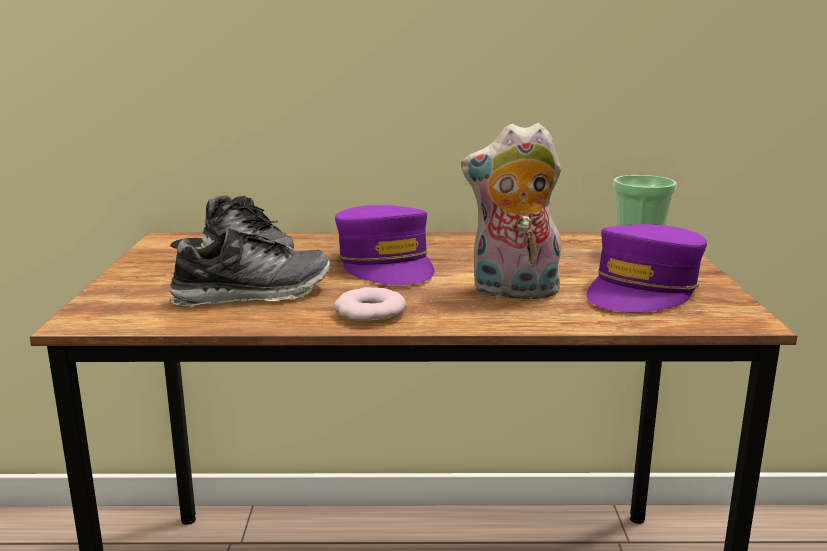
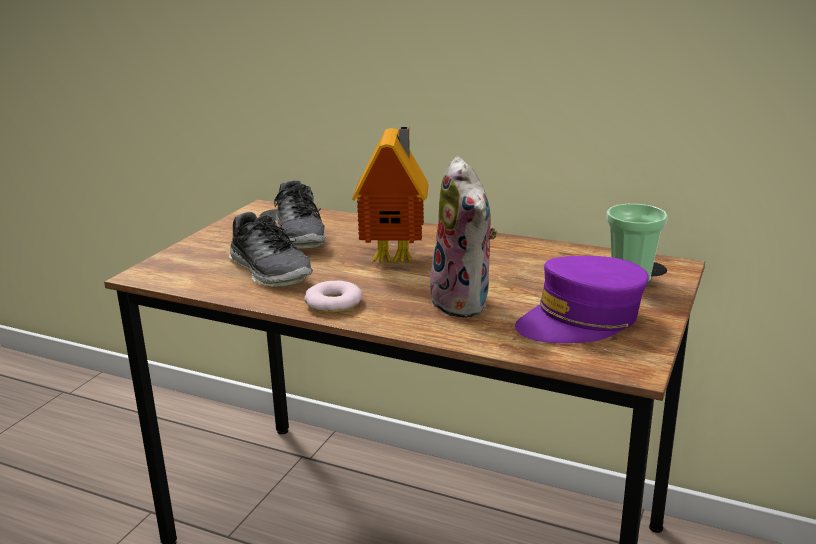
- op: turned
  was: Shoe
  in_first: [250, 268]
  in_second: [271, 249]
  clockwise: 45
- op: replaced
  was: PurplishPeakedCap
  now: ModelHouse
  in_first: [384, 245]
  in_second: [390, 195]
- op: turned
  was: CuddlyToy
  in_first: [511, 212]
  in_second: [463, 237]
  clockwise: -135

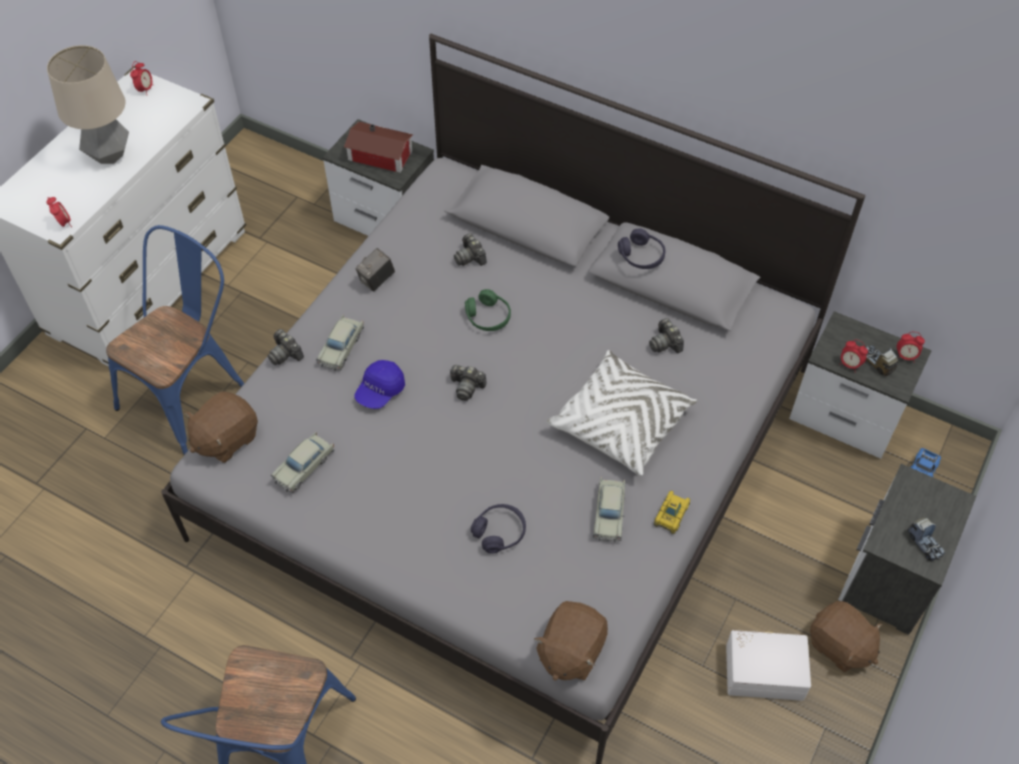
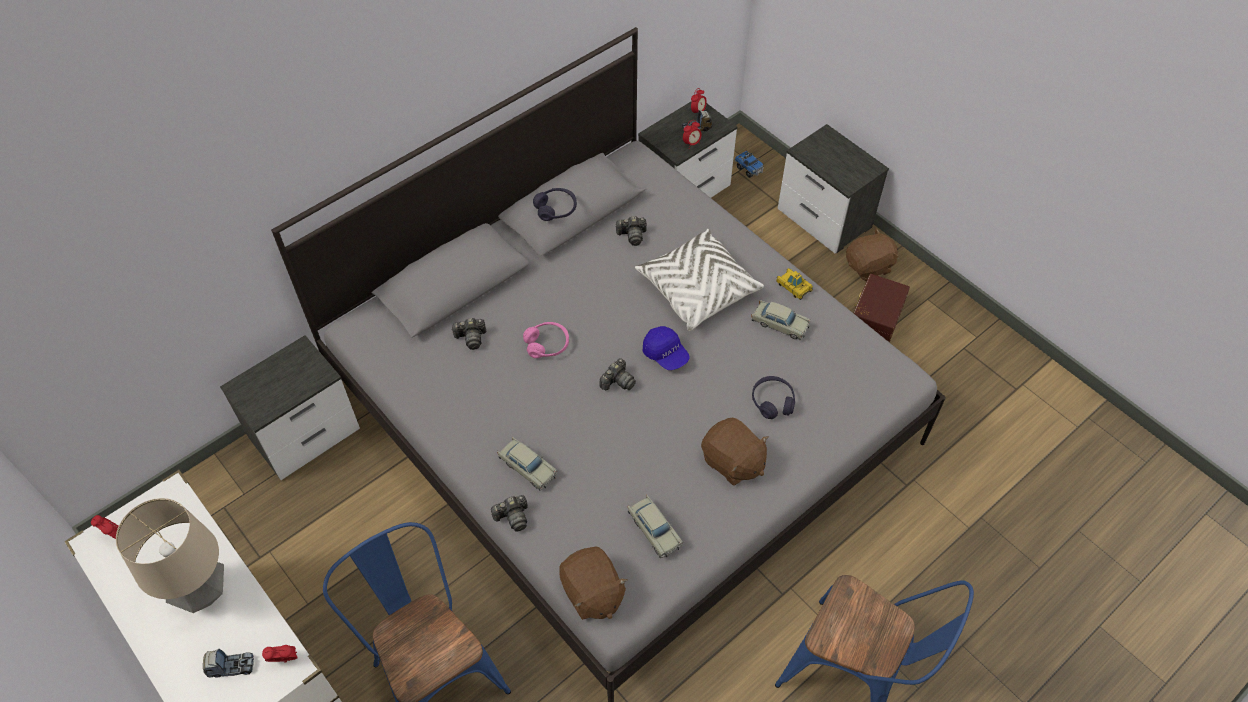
- op: removed
  was: ModelHouse
  in_first: [378, 147]
- op: moved
  was: BluishPeakedCap
  in_first: [379, 384]
  in_second: [666, 348]
- op: removed
  was: PhotoCamera
  in_first: [375, 270]
- op: recoloured
  was: GreenishHeadset
  now: PinkishHeadset
  in_first: [488, 310]
  in_second: [546, 340]
- op: moved
  was: BrownCuddlyToy
  in_first: [571, 641]
  in_second: [735, 452]
- op: recoloured
  was: WhiteStorageBox
  now: BrownStorageBox
  in_first: [768, 665]
  in_second: [882, 308]
- op: moved
  was: ToyTruck
  in_first: [926, 539]
  in_second: [228, 663]

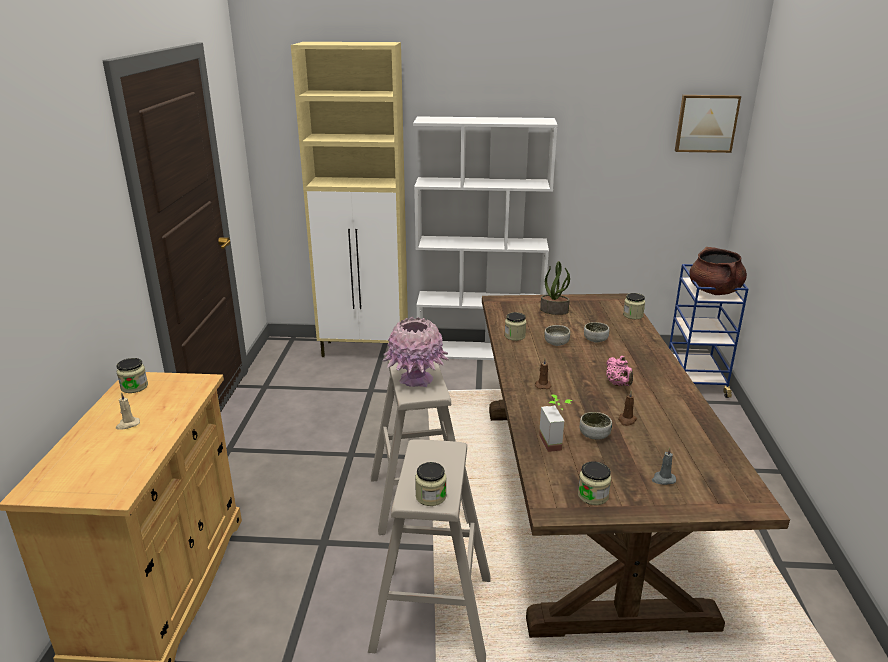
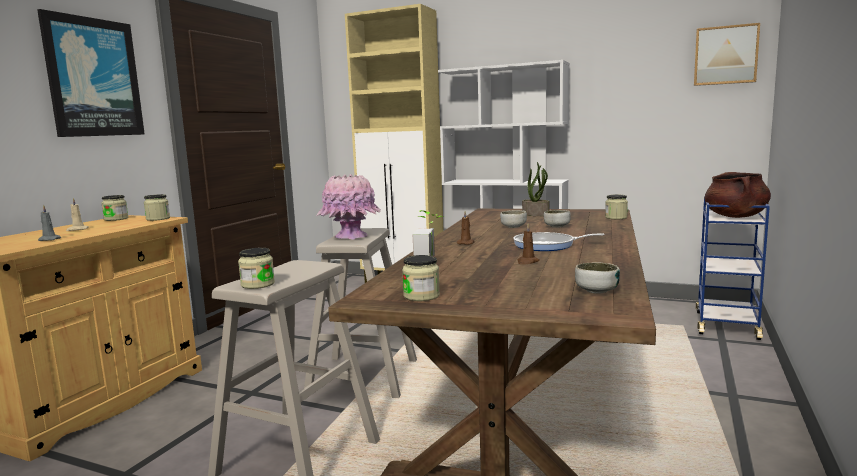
- op: moved
  was: StorageJar
  in_first: [515, 326]
  in_second: [157, 207]
- op: moved
  was: DeepDish
  in_first: [596, 426]
  in_second: [597, 278]
- op: replaced
  was: PinkishPotForTea
  now: FryingPan
  in_first: [619, 371]
  in_second: [559, 241]
- op: moved
  was: GrayCandle
  in_first: [664, 466]
  in_second: [49, 223]
- op: added
  now: Picture
  in_second: [91, 73]

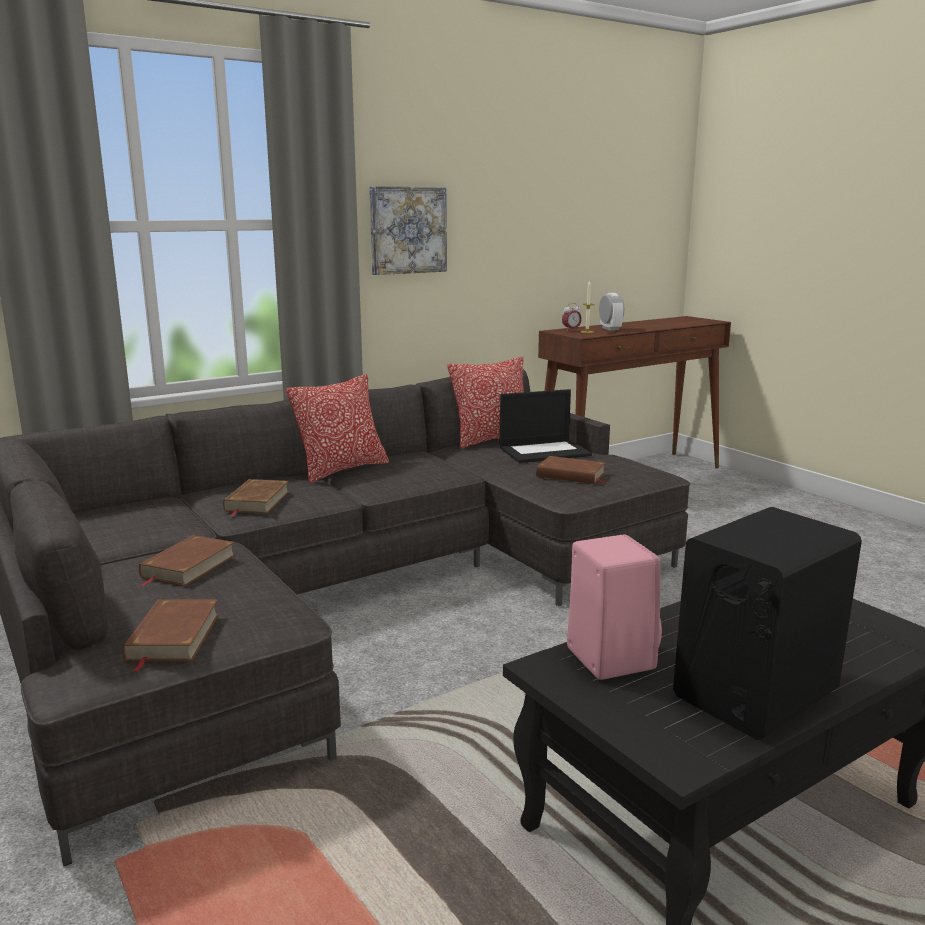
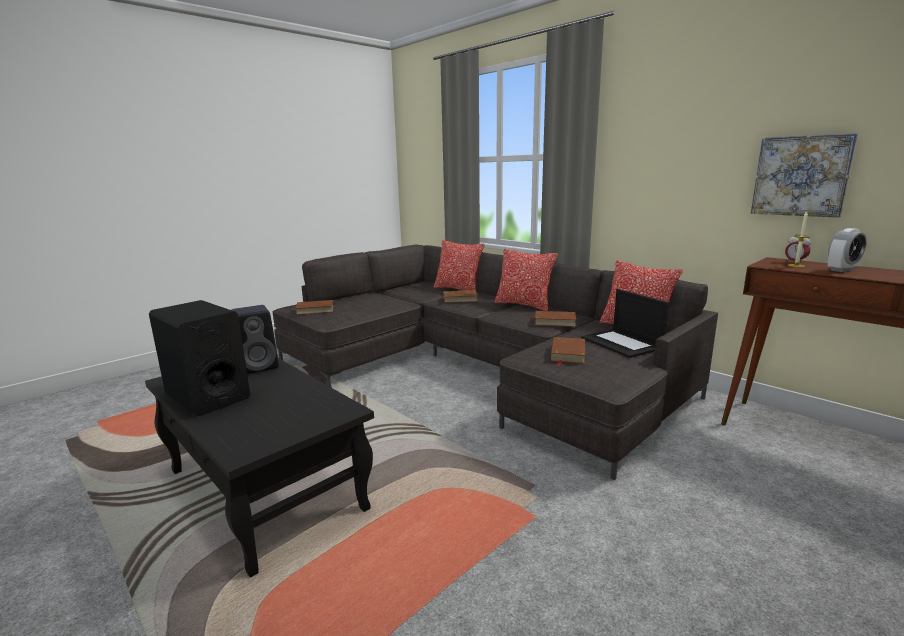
- op: moved
  was: BrownBook
  in_first: [187, 560]
  in_second: [552, 319]
- op: moved
  was: Picture
  in_first: [408, 230]
  in_second: [804, 175]
- op: recoloured
  was: PinkishSpeaker
  now: BlackSpeaker
  in_first: [614, 607]
  in_second: [255, 339]
- op: added
  now: Cushion
  in_second: [459, 265]

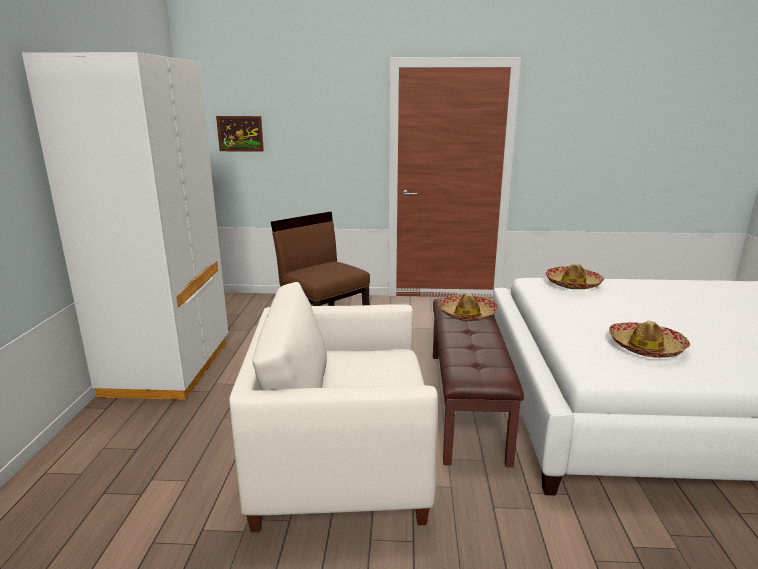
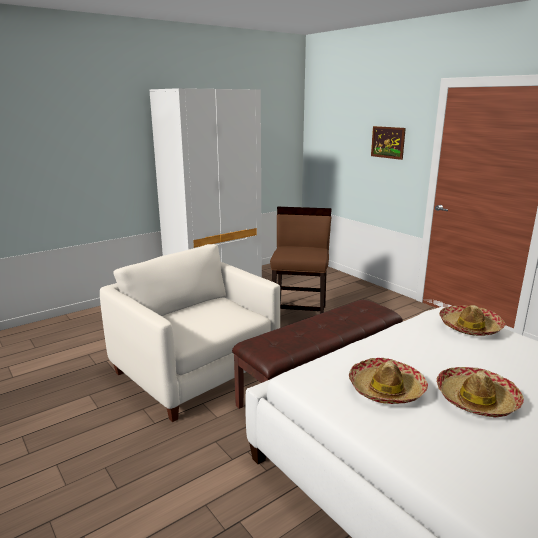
- op: moved
  was: Picture
  in_first: [240, 134]
  in_second: [388, 143]
- op: moved
  was: WearableHat
  in_first: [468, 307]
  in_second: [480, 392]

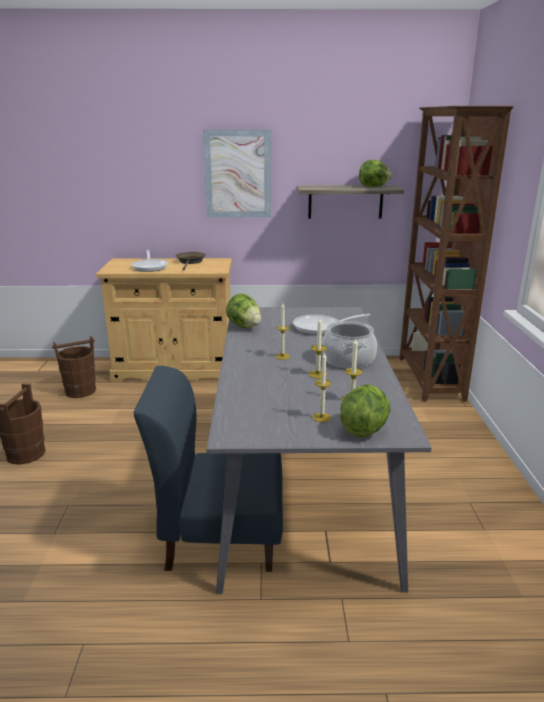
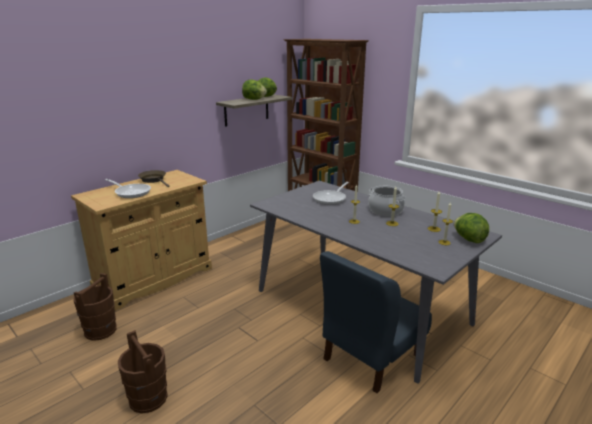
- op: removed
  was: Picture
  in_first: [237, 173]
- op: moved
  was: Lettuce
  in_first: [243, 311]
  in_second: [254, 90]

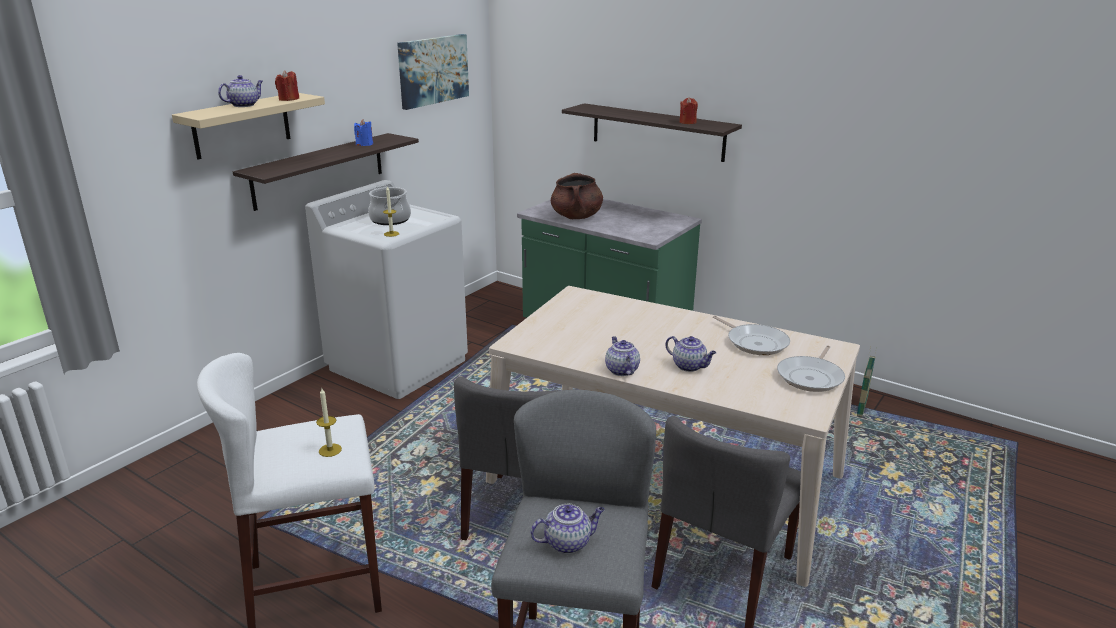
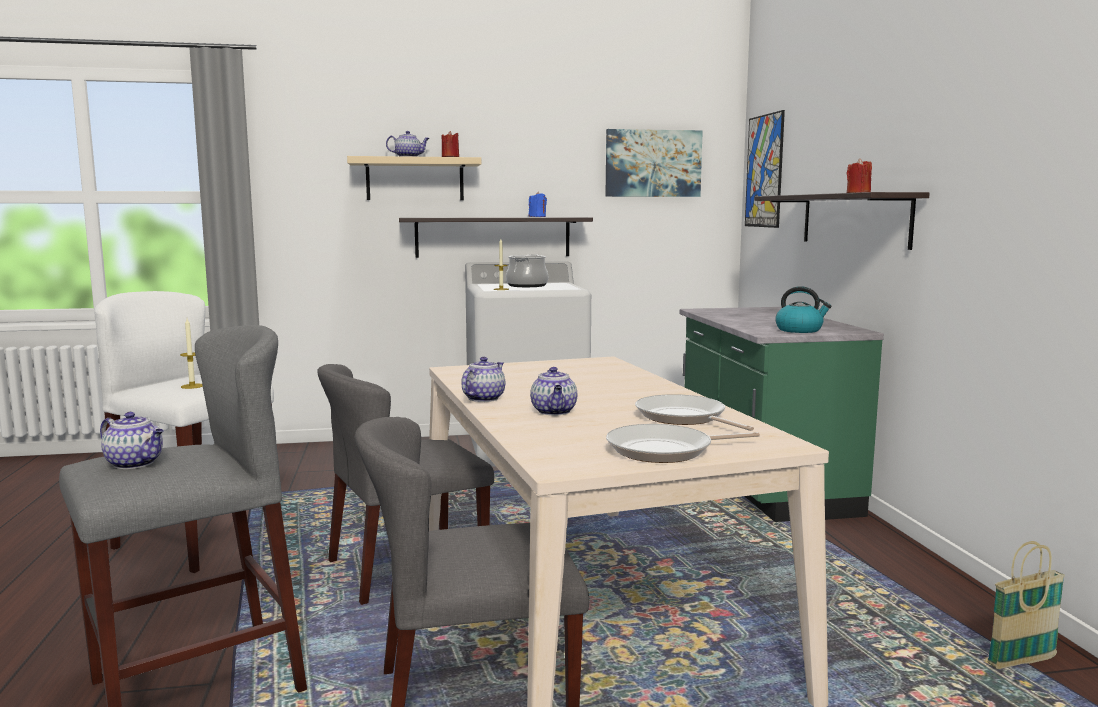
- op: removed
  was: BrownSaucepot
  in_first: [577, 196]
- op: turned
  was: FryingPan
  in_first: [751, 335]
  in_second: [694, 412]
  clockwise: 135
- op: added
  now: Picture
  in_second: [765, 169]
- op: added
  now: TeaKettle
  in_second: [803, 309]

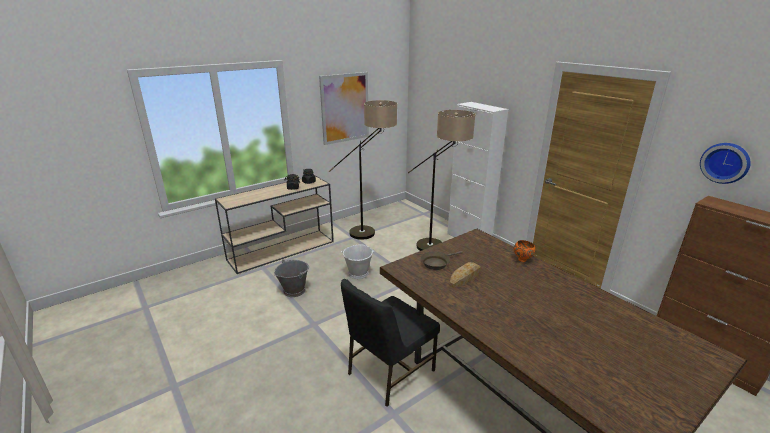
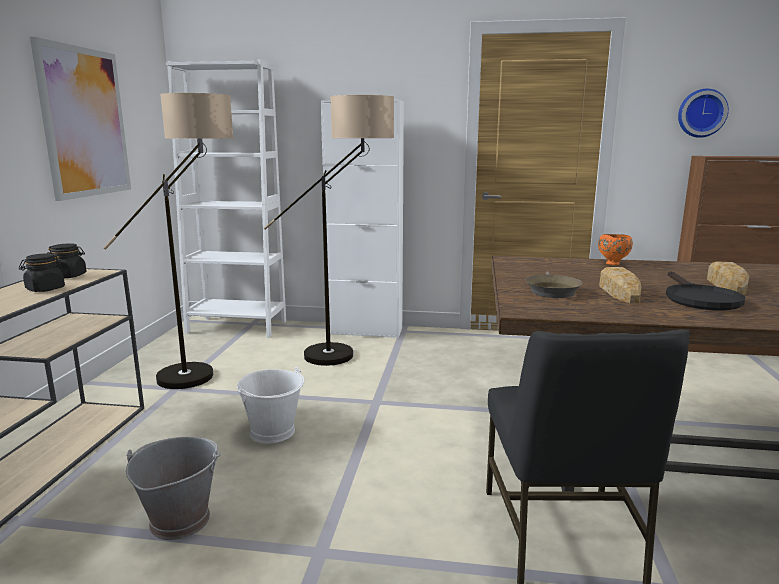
- op: added
  now: WhiteShelvingUnit
  in_second: [226, 198]
- op: added
  now: BlackFryingPan
  in_second: [705, 291]
- op: added
  now: BakedBread
  in_second: [728, 278]

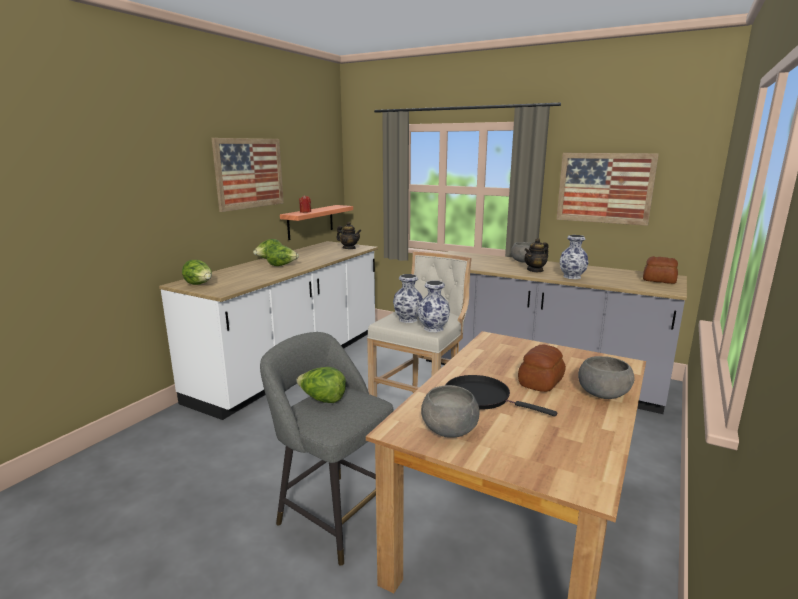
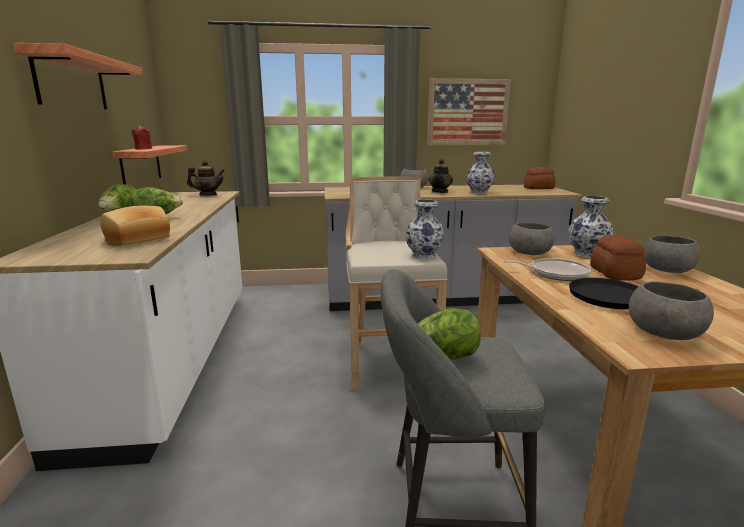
- op: removed
  was: Lettuce
  in_first: [197, 272]
- op: replaced
  was: Picture
  now: BracketShelf
  in_first: [248, 175]
  in_second: [78, 76]
- op: moved
  was: Vase
  in_first: [408, 298]
  in_second: [590, 227]
- op: added
  now: BakedBread
  in_second: [135, 226]
- op: added
  now: FryingPan
  in_second: [547, 269]
- op: added
  now: GrayDeepDish
  in_second: [532, 239]

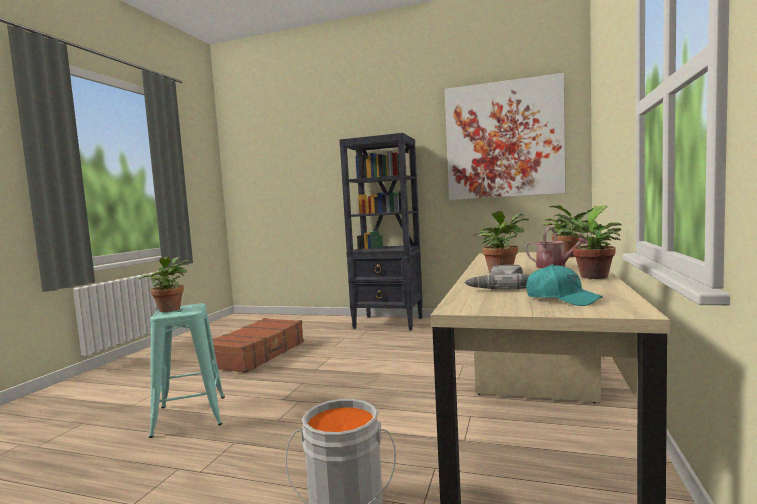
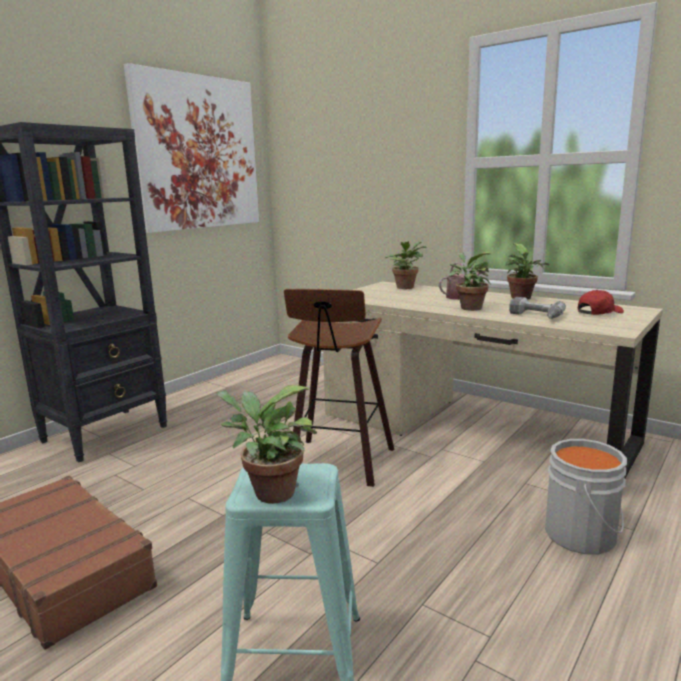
- op: recoloured
  was: TurquoisePeakedCap
  now: RedColouredPeakedCap
  in_first: [564, 285]
  in_second: [601, 302]
- op: added
  now: StoolSeat
  in_second: [339, 388]

